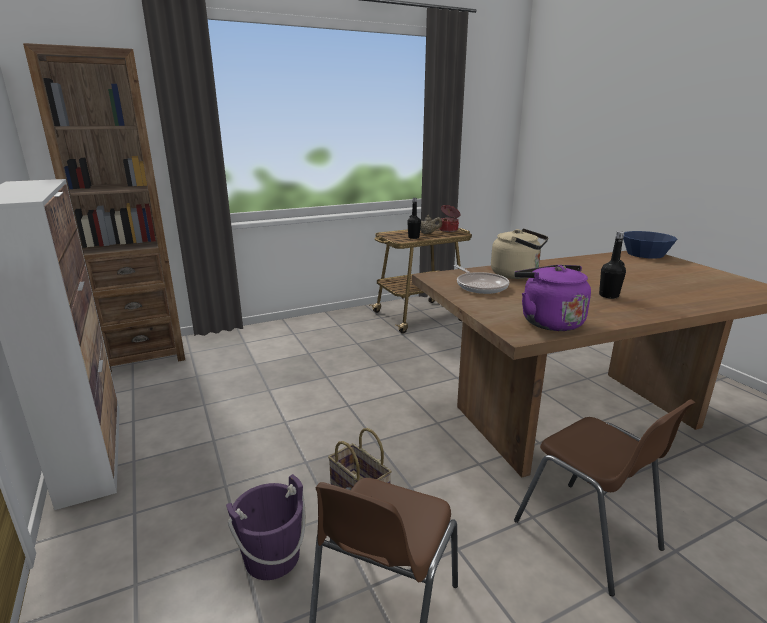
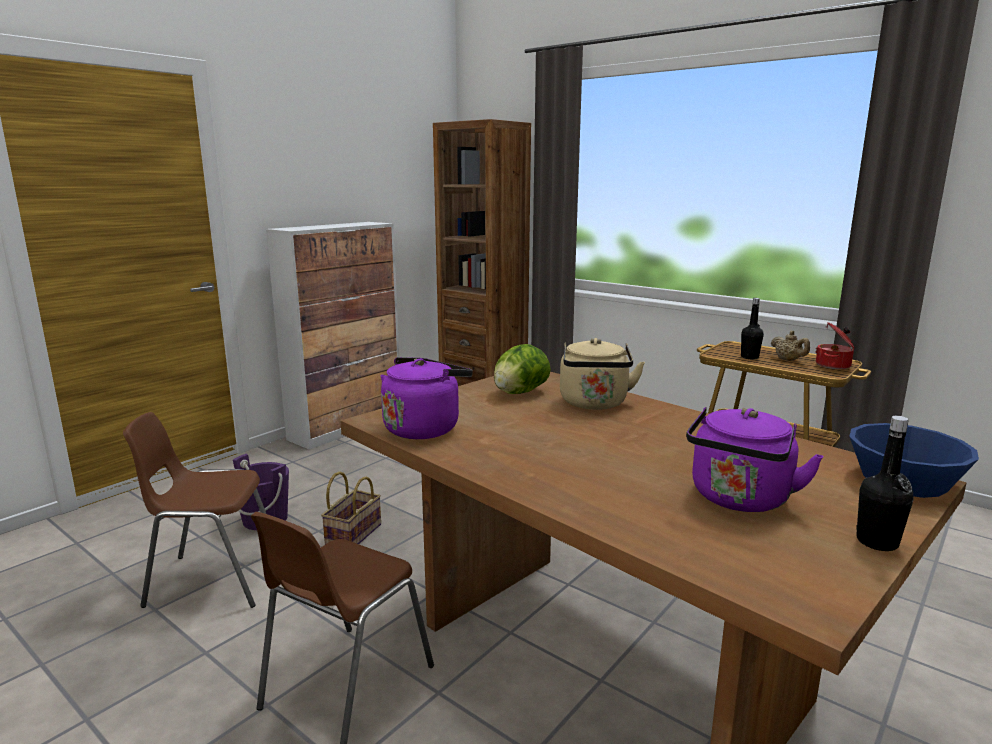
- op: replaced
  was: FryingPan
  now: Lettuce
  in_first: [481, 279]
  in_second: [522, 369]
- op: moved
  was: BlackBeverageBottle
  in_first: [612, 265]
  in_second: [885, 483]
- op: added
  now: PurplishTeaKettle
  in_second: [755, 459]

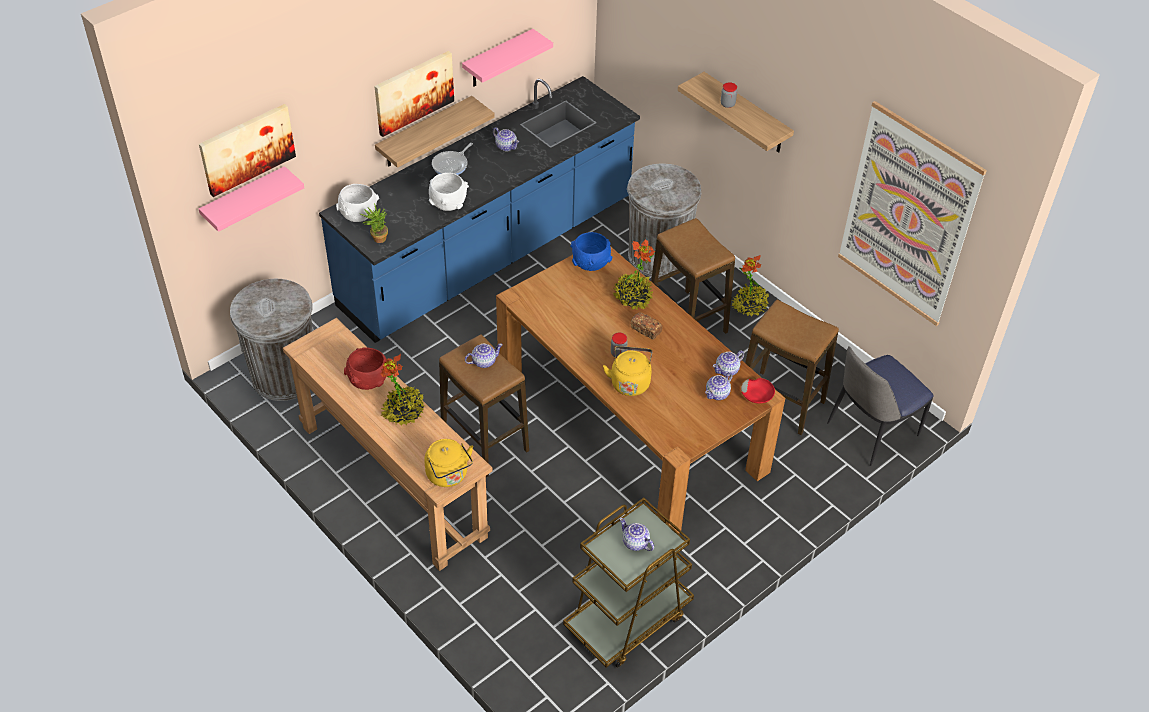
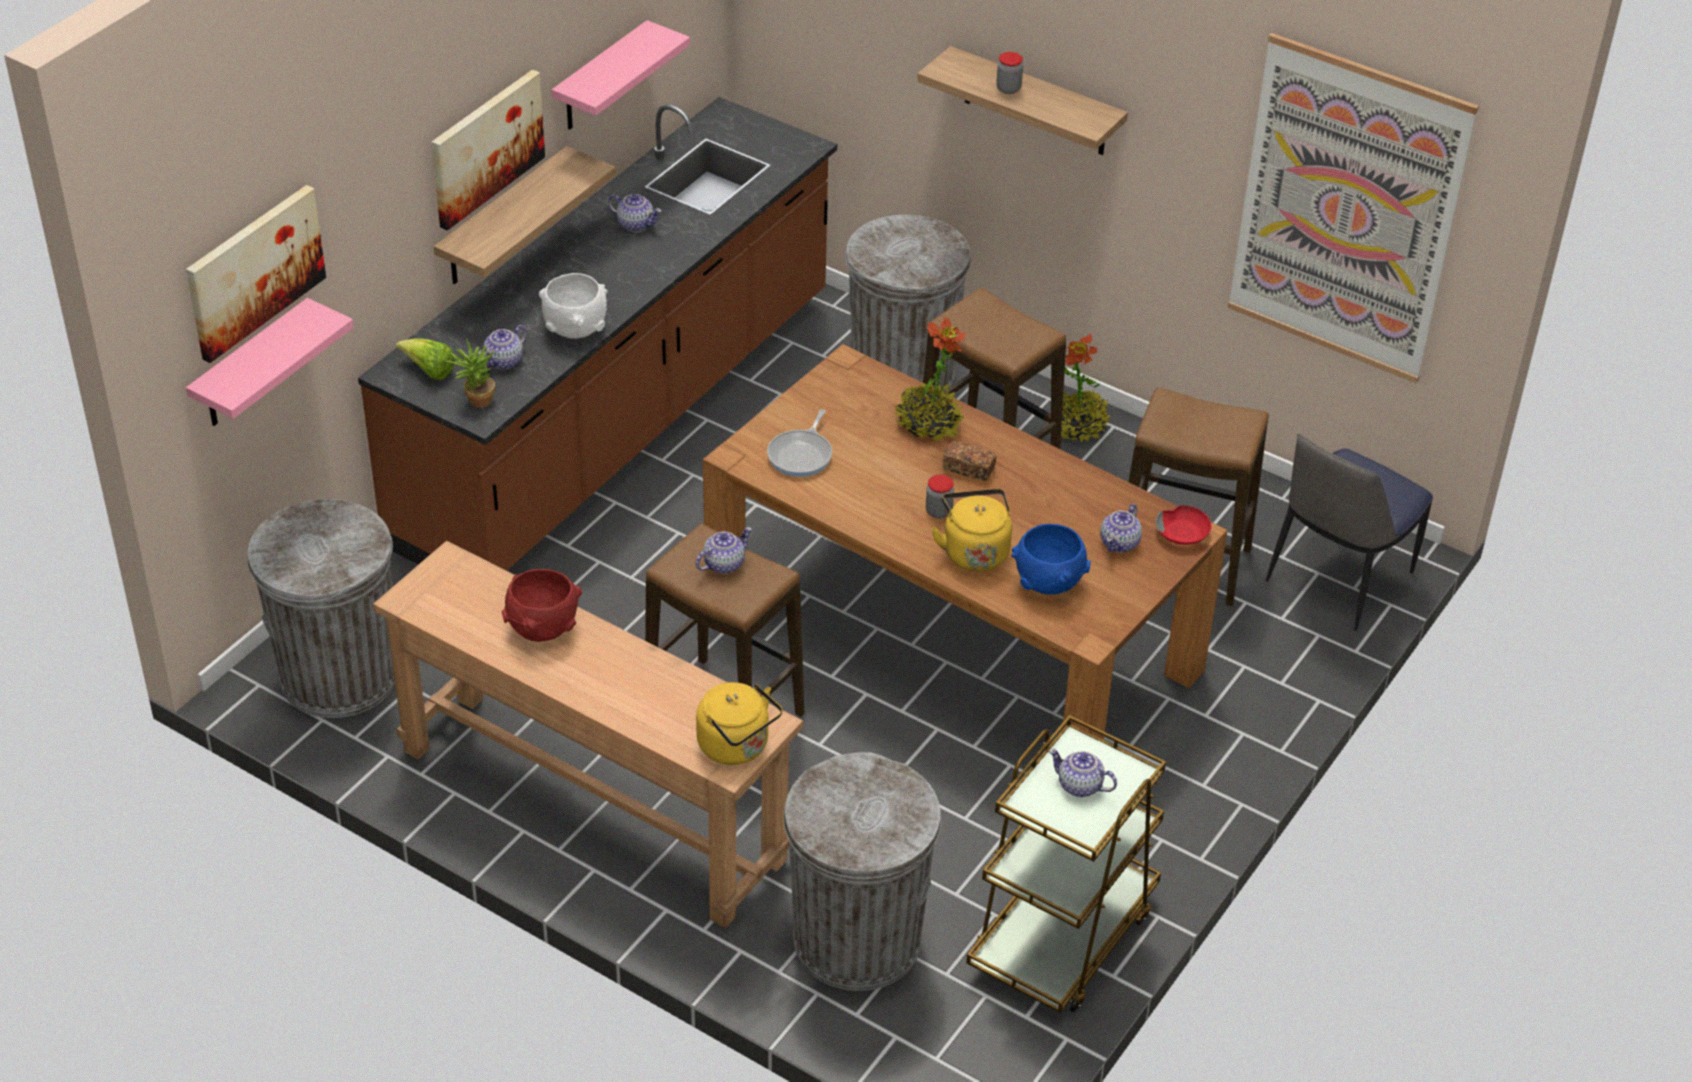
- op: recoloured
  was: BluishKitchenCounter
  now: BrownKitchenCounter
  in_first: [479, 209]
  in_second: [597, 334]
- op: replaced
  was: WhiteDeepDish
  now: Lettuce
  in_first: [357, 203]
  in_second: [425, 359]
- op: removed
  was: Houseplant
  in_first: [402, 390]
- op: moved
  was: FryingPan
  in_first: [452, 159]
  in_second: [799, 443]
- op: moved
  was: BluishDeepDish
  in_first: [591, 251]
  in_second: [1051, 559]
- op: moved
  was: PotForTea
  in_first: [728, 363]
  in_second: [502, 347]
- op: added
  now: GrayWasteBin
  in_second: [862, 871]

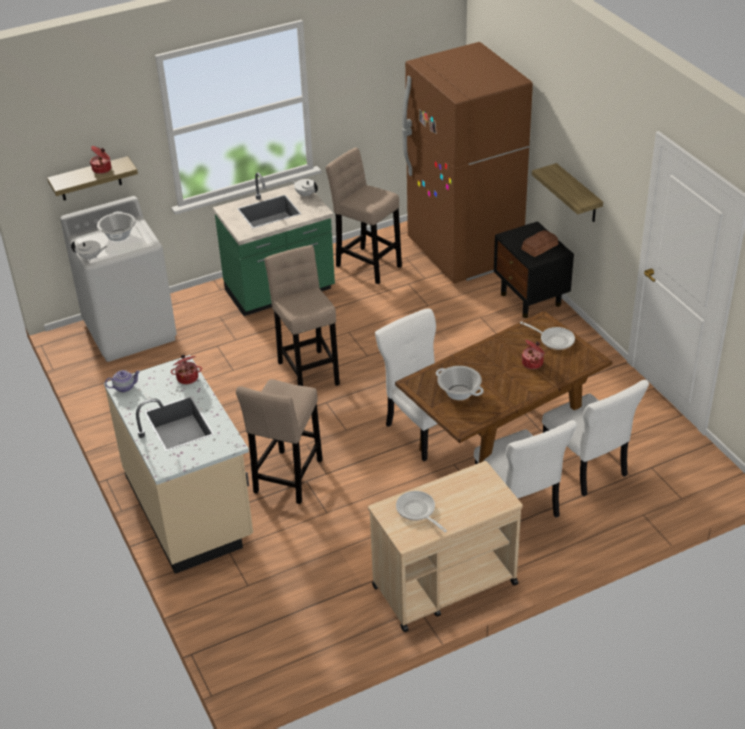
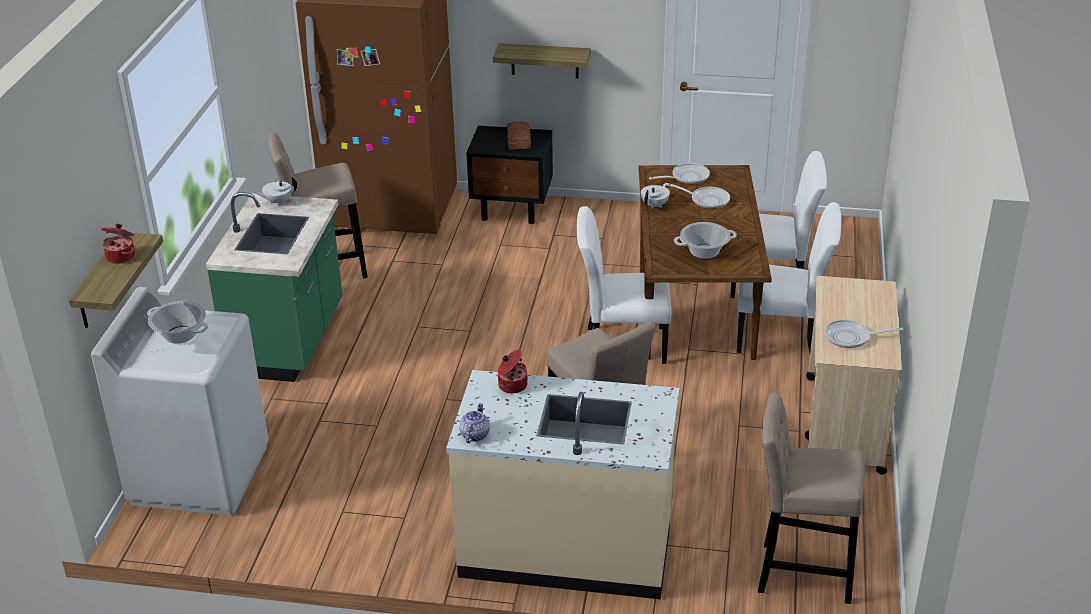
- op: moved
  was: WhitePotForTea
  in_first: [89, 251]
  in_second: [655, 196]
- op: moved
  was: BeigeColouredStoolSeat
  in_first: [302, 315]
  in_second: [811, 498]
- op: replaced
  was: Saucepot
  now: FryingPan
  in_first: [533, 354]
  in_second: [698, 196]

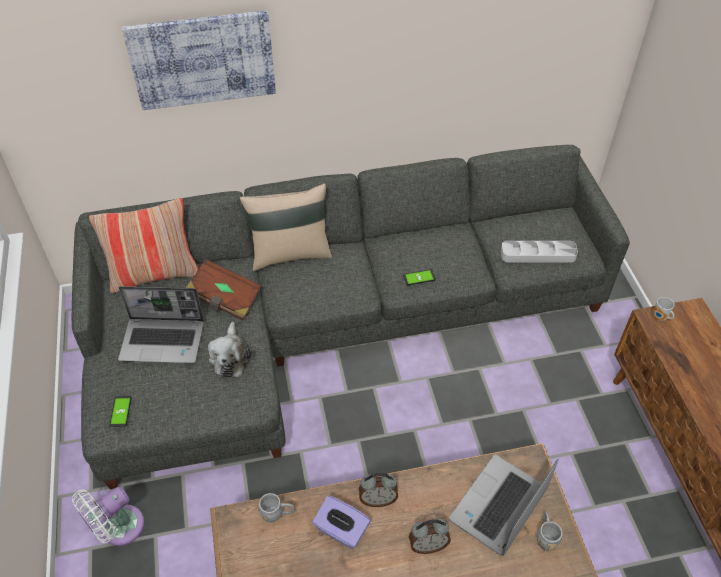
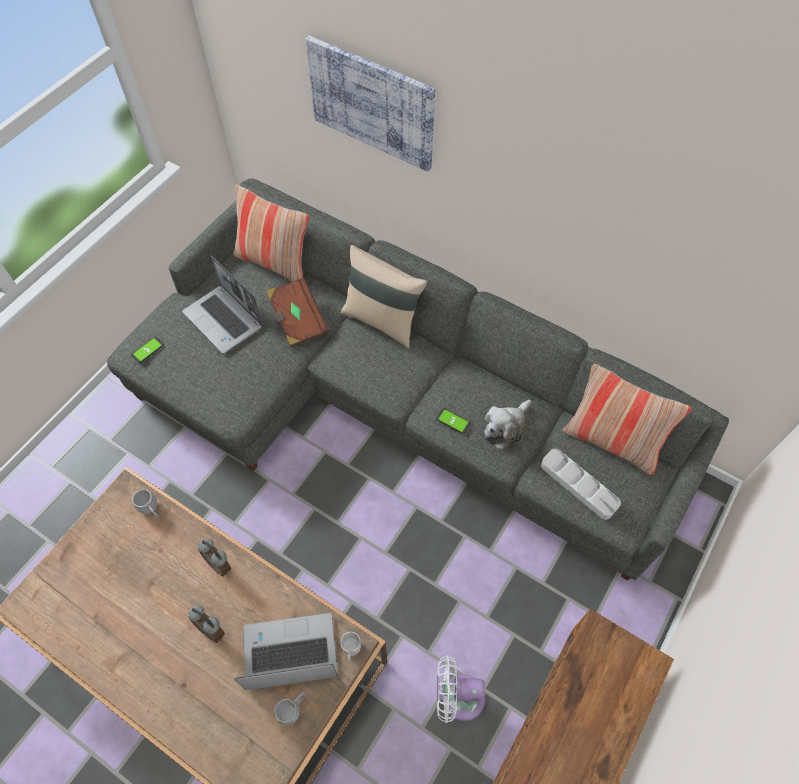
- op: moved
  was: WhiteCoolingFan
  in_first: [108, 516]
  in_second: [461, 689]
- op: moved
  was: CuddlyToy
  in_first: [229, 350]
  in_second: [508, 425]
- op: removed
  was: PurplishBoxOfTissues
  in_first: [341, 522]
- op: moved
  was: TeaMug
  in_first: [663, 309]
  in_second: [351, 646]
- op: added
  now: Cushion
  in_second: [627, 419]

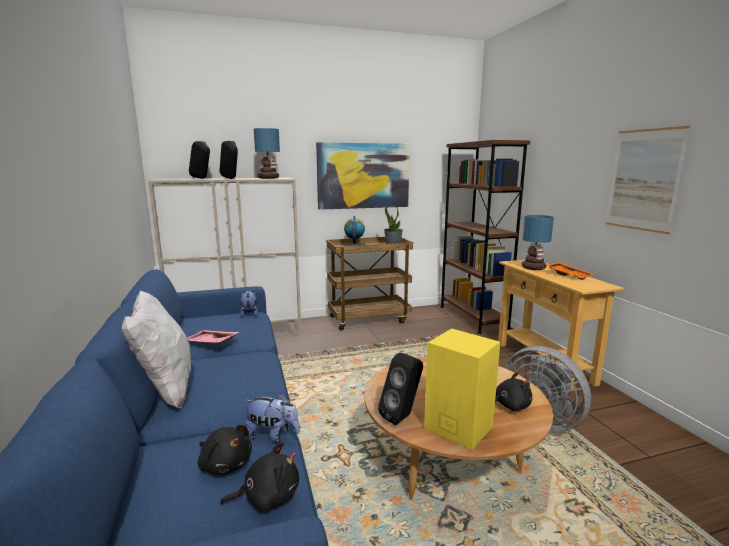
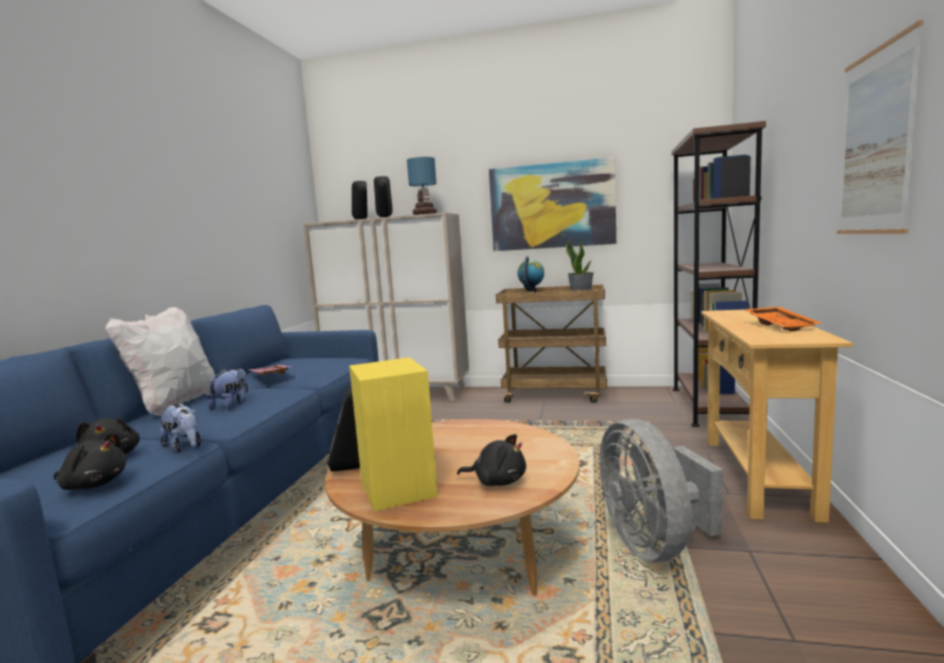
- op: moved
  was: CuddlyToy
  in_first: [249, 304]
  in_second: [227, 389]
- op: removed
  was: TableLamp
  in_first: [538, 242]

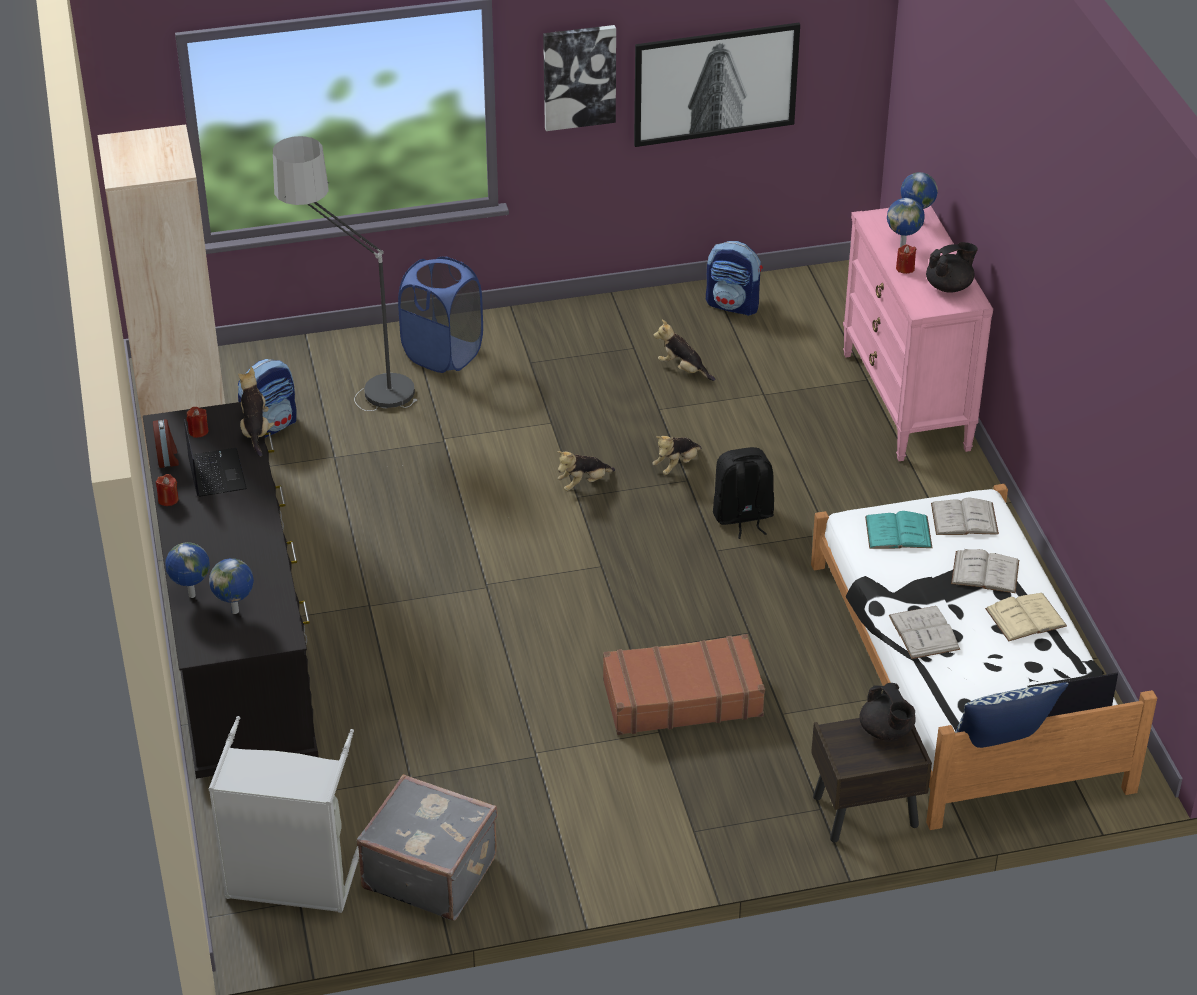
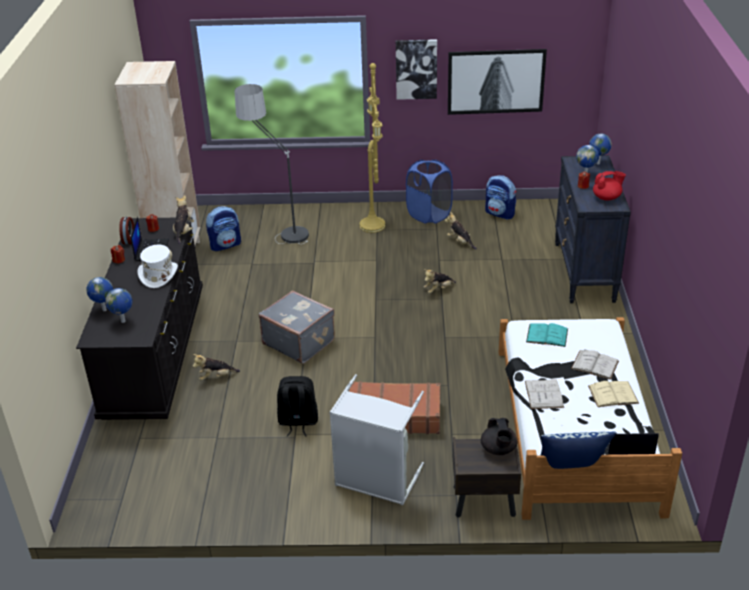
- op: moved
  was: GrayWashingBasket
  in_first: [283, 814]
  in_second: [376, 439]
- op: moved
  was: GrayTravelCase
  in_first: [427, 847]
  in_second: [297, 327]
- op: moved
  was: BluishWashingBasket
  in_first: [440, 315]
  in_second: [429, 192]
- op: moved
  was: CuddlyToy
  in_first: [586, 471]
  in_second: [216, 367]
- op: moved
  was: BlackKnapsack
  in_first: [743, 493]
  in_second: [297, 406]
- op: recoloured
  was: PinkishChestOfDrawers
  now: BlackChestOfDrawers
  in_first: [918, 333]
  in_second: [593, 229]
- op: recoloured
  was: BlackPotForTea
  now: RedColouredPotForTea
  in_first: [952, 267]
  in_second: [609, 186]
- op: removed
  was: WhiteBook
  in_first: [965, 516]
- op: added
  now: WhiteWearableHat
  in_second: [157, 266]
- op: added
  now: YellowColouredFloorLamp
  in_second: [372, 148]

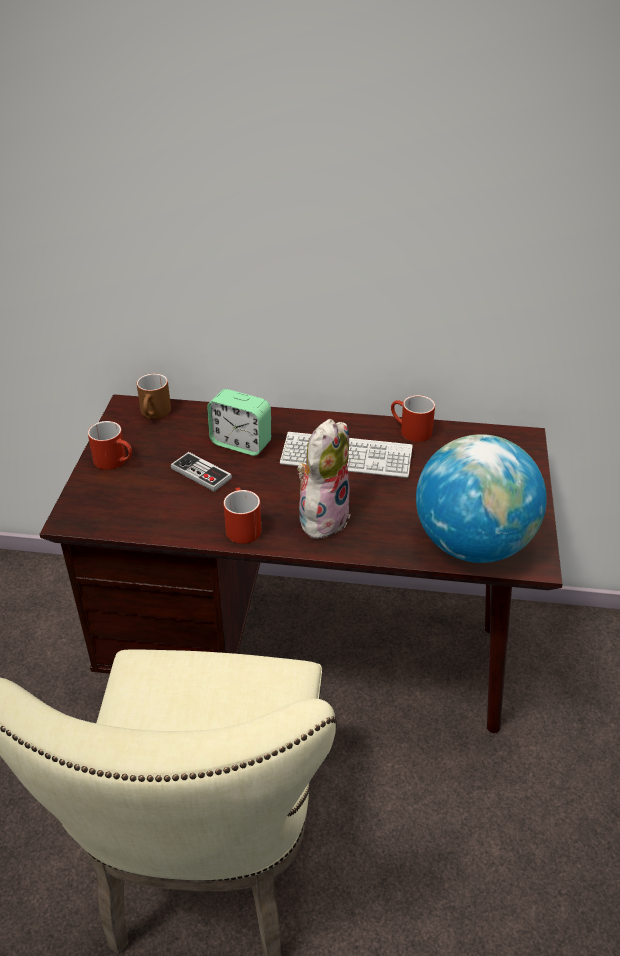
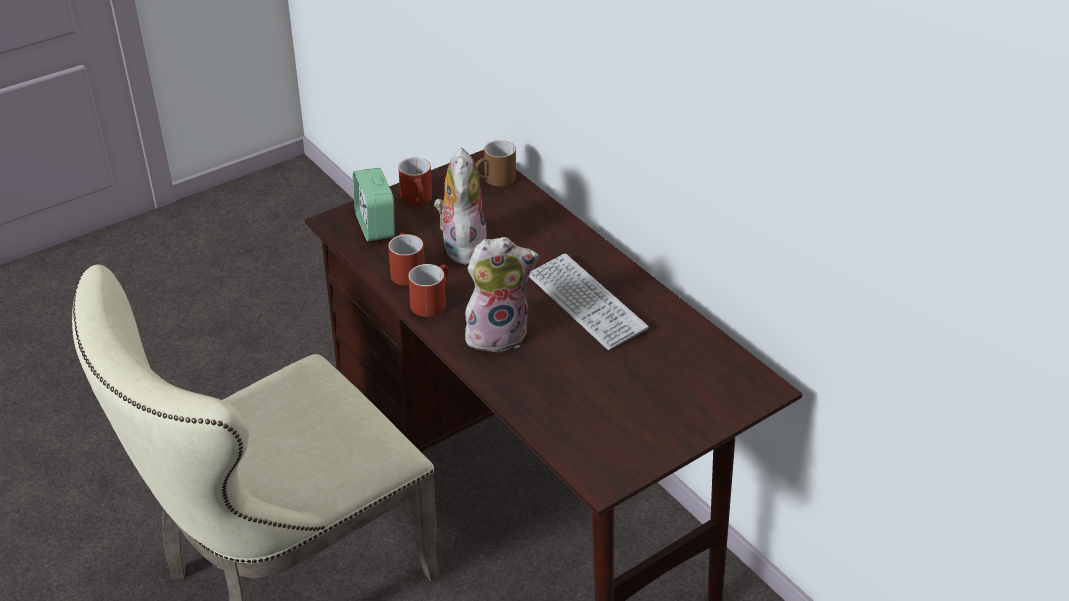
- op: replaced
  was: GameController
  now: CuddlyToy
  in_first: [201, 472]
  in_second: [460, 206]
- op: moved
  was: AlarmClock
  in_first: [239, 422]
  in_second: [374, 204]
- op: moved
  was: RedColouredTeaMug
  in_first: [413, 418]
  in_second: [406, 259]
- op: removed
  was: WorldGlobe
  in_first: [481, 498]

